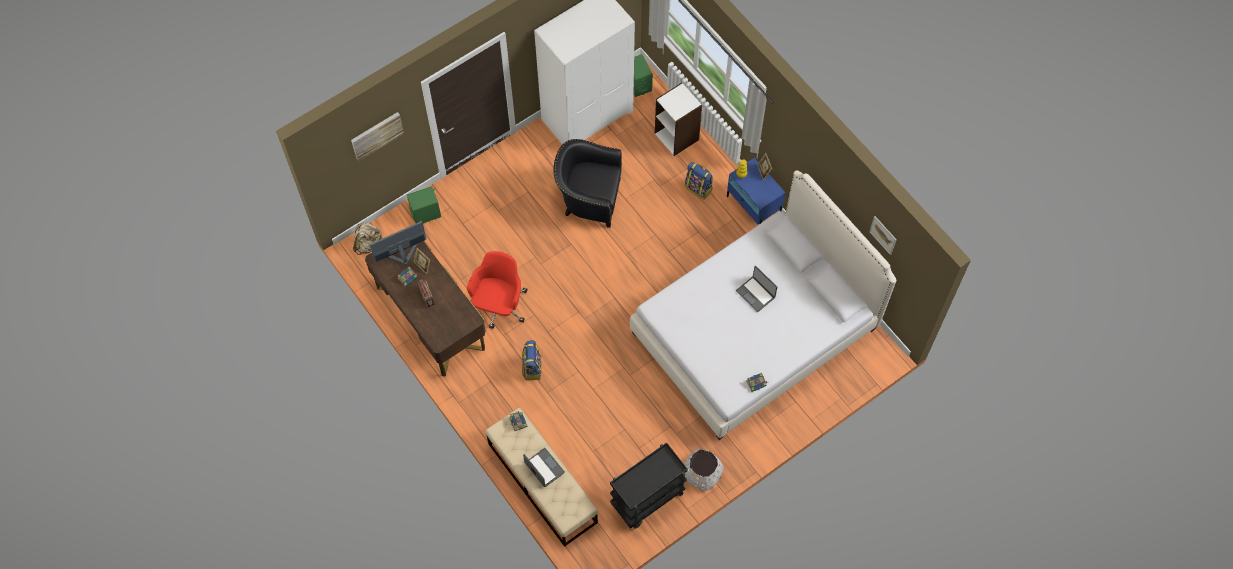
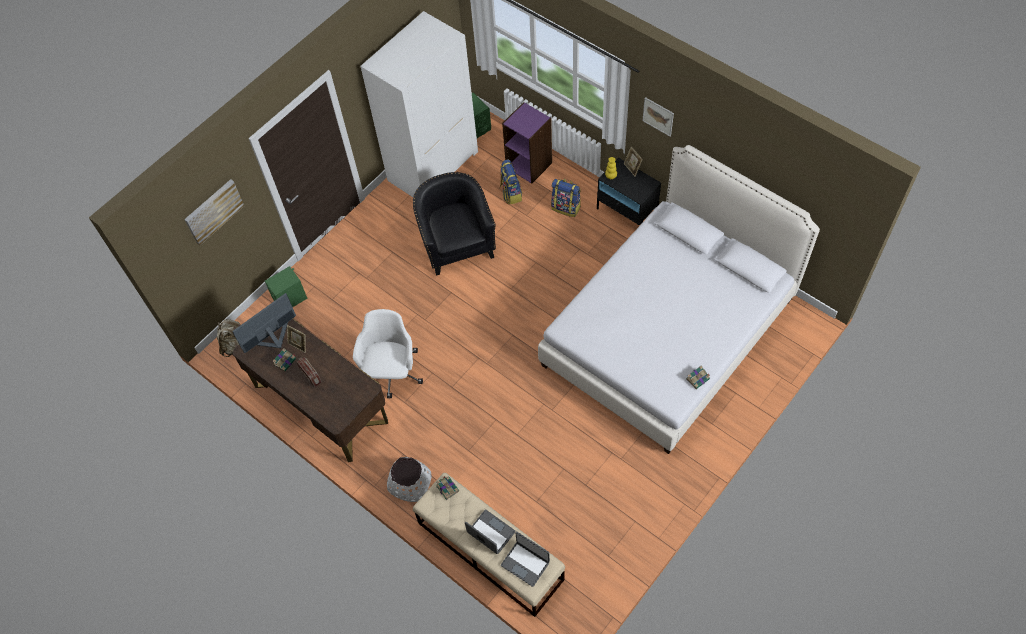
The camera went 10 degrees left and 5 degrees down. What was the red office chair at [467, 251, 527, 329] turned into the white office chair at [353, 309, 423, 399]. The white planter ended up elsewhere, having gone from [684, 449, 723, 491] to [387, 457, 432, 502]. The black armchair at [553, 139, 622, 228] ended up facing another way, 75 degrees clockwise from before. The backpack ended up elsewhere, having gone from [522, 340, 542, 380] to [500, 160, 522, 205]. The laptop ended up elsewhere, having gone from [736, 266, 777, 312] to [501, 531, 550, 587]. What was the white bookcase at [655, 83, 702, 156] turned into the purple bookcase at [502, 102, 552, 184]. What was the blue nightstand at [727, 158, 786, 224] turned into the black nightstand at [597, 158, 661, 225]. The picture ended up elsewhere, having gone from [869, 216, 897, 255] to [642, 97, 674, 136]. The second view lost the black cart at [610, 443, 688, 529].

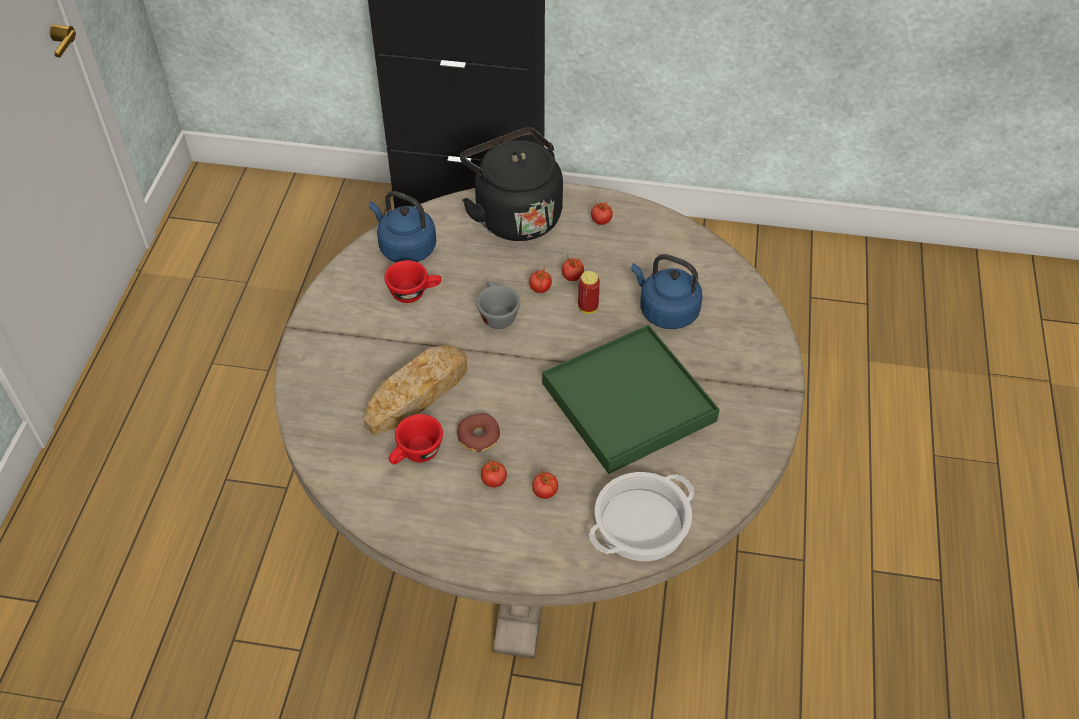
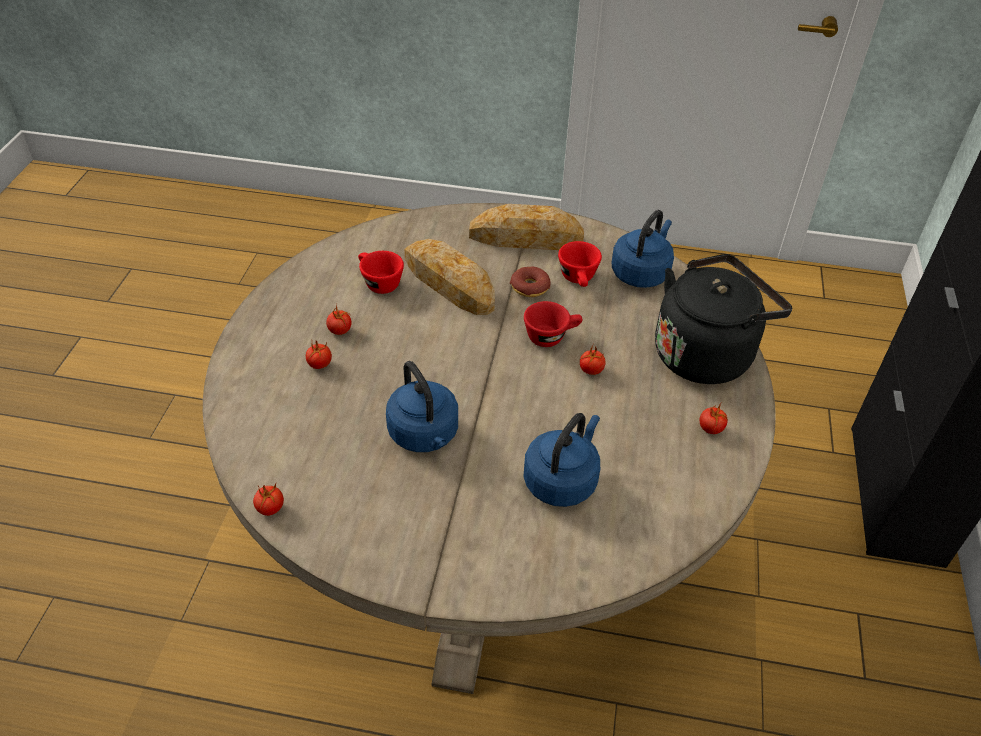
The camera went 90 degrees right and 5 degrees down. The tomato ended up elsewhere, having gone from [562, 255, 584, 281] to [253, 484, 284, 516]. Where the green tray stood at [543, 325, 720, 474], the blue kettle came to stand at [386, 361, 458, 452]. The second view gained the bread at [469, 204, 584, 250]. The donut ended up elsewhere, having gone from [457, 413, 500, 452] to [510, 267, 551, 297]. What was the grey cup at [476, 281, 520, 329] turned into the red cup at [524, 301, 582, 347]. The second view lost the can at [578, 271, 600, 314]. The second view lost the cooking pot at [589, 472, 694, 561].

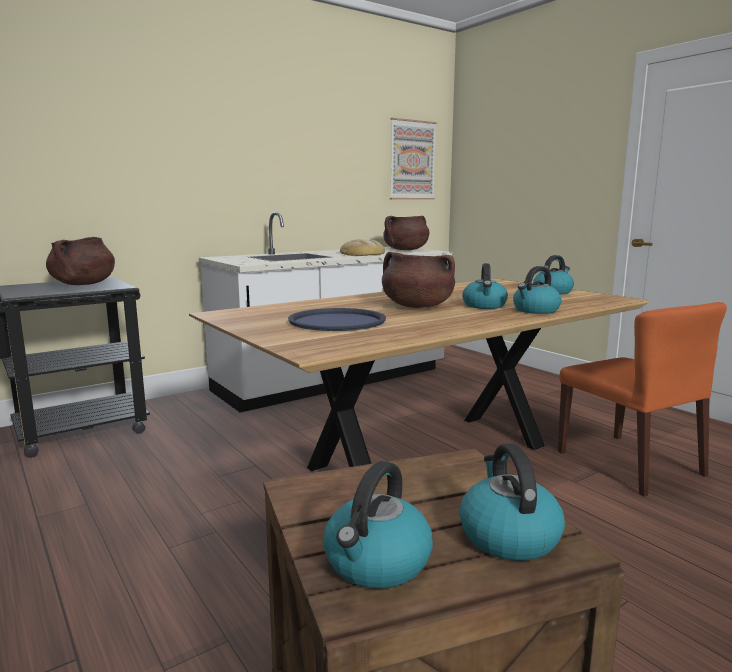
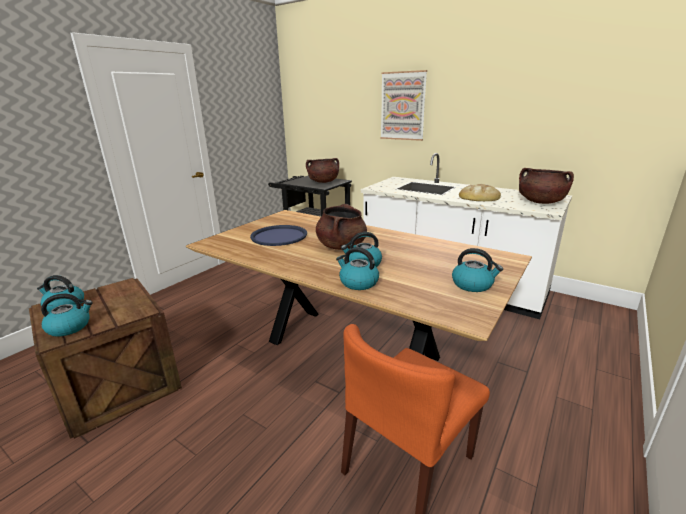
The camera went 70 degrees right and 10 degrees up. The picture ended up elsewhere, having gone from [390, 118, 437, 200] to [380, 70, 427, 141].

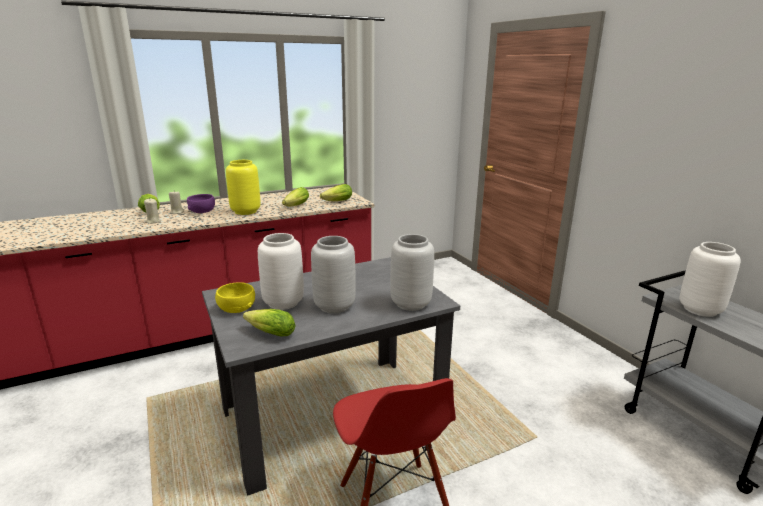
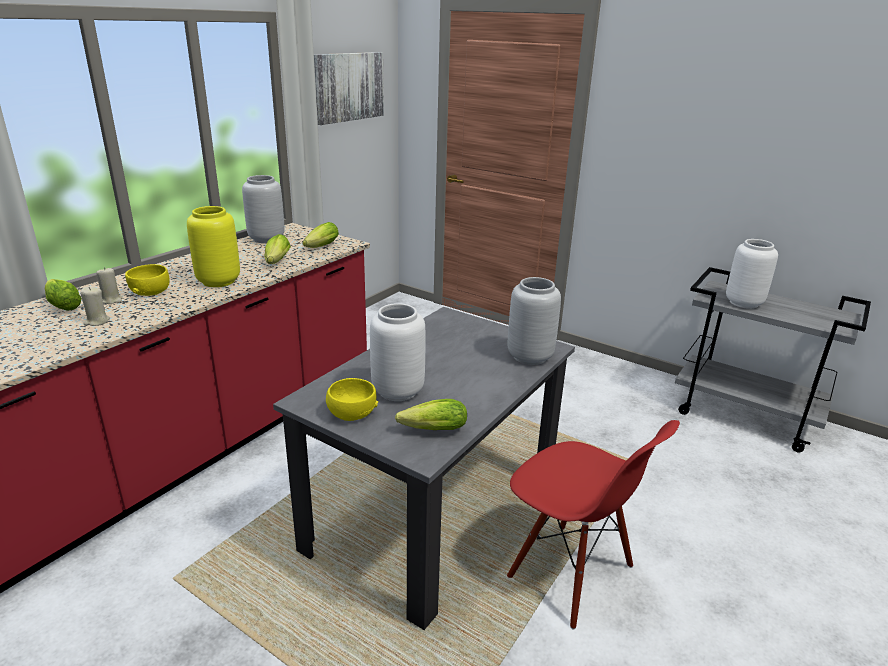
The camera went 30 degrees left and 5 degrees up. What was the purple bowl at [187, 194, 215, 213] turned into the yellow bowl at [125, 264, 170, 296]. The grey vase ended up elsewhere, having gone from [311, 236, 356, 314] to [242, 175, 285, 243]. The second view gained the picture at [314, 52, 384, 125].

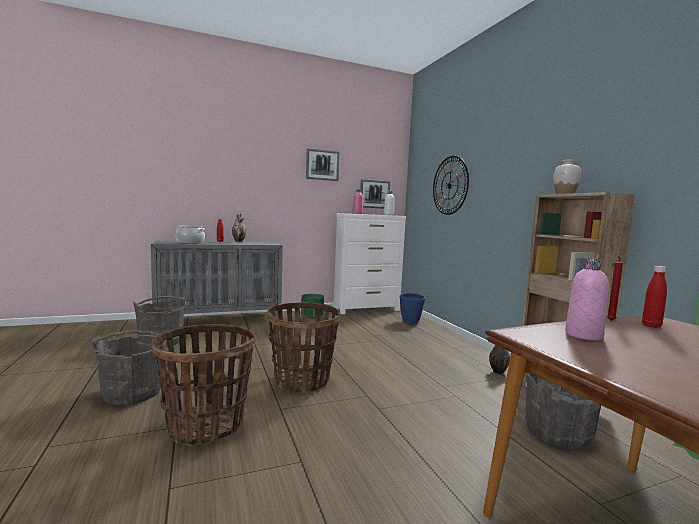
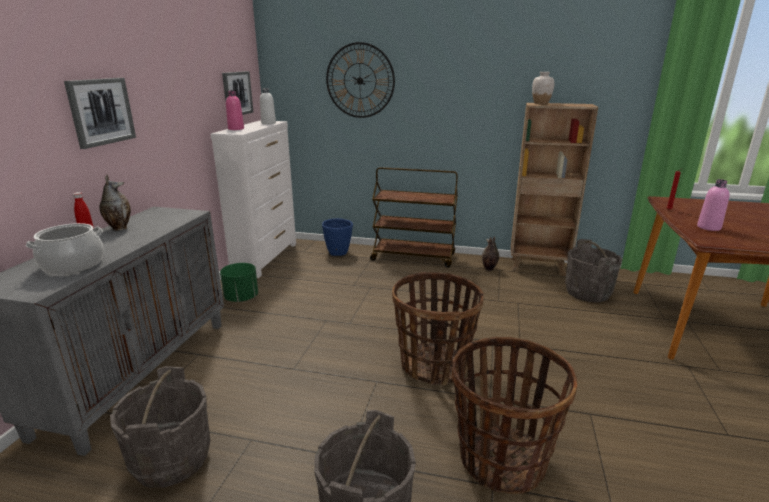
The camera went 55 degrees left and 15 degrees up. The picture ended up elsewhere, having gone from [306, 148, 339, 181] to [64, 78, 136, 149]. The second view gained the brown cart at [370, 167, 458, 268]. The second view lost the red bottle at [642, 266, 667, 328].

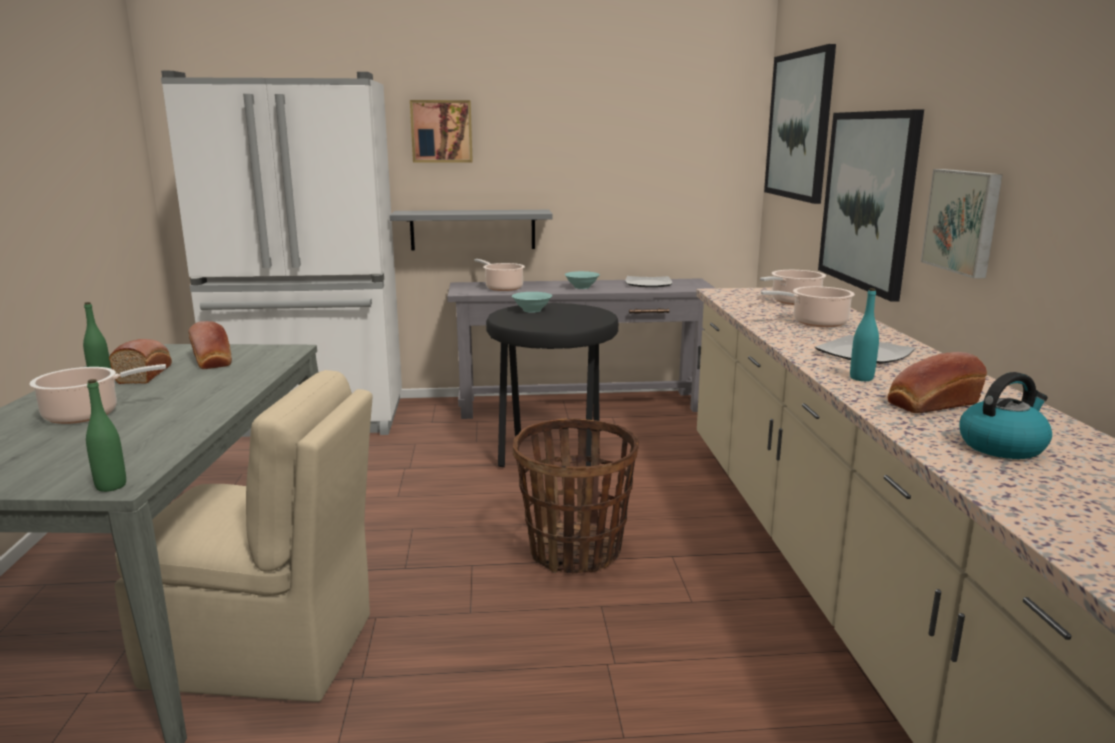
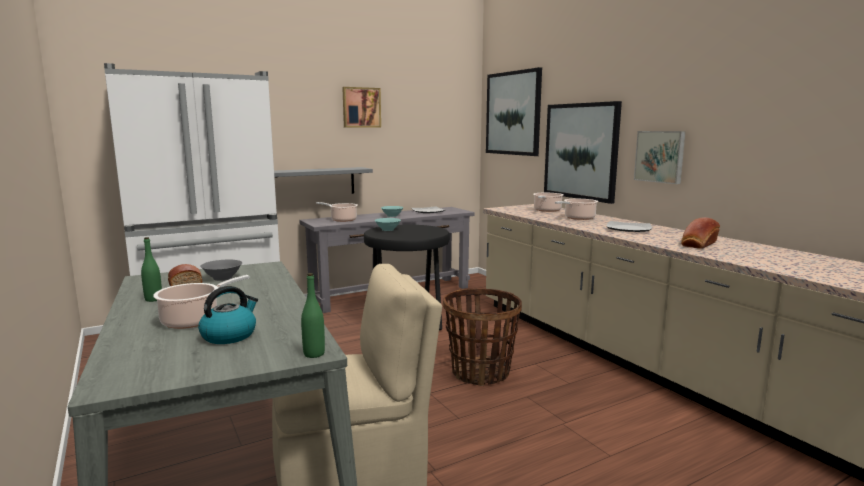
The camera went 25 degrees left and 5 degrees down. The kettle ended up elsewhere, having gone from [959, 372, 1052, 459] to [198, 286, 258, 344]. Where the bread stood at [188, 321, 232, 369], the grey bowl came to stand at [200, 260, 242, 281]. The picture ended up elsewhere, having gone from [410, 100, 473, 163] to [342, 87, 381, 127]. The second view lost the turquoise bottle at [850, 288, 879, 381].

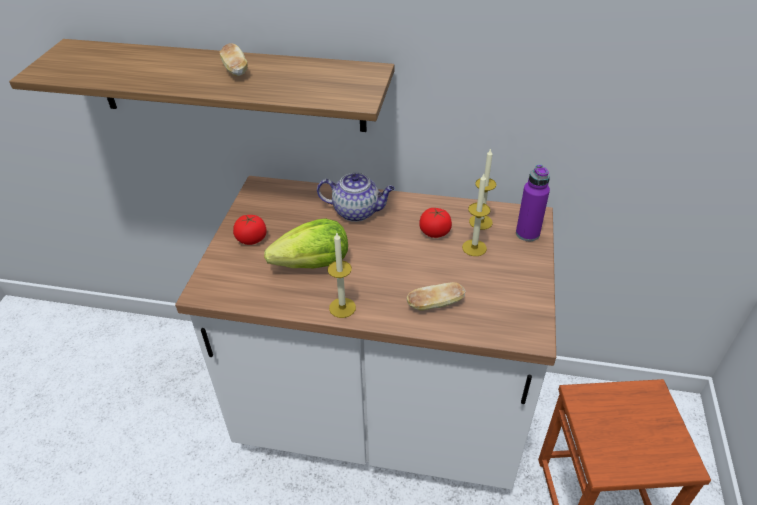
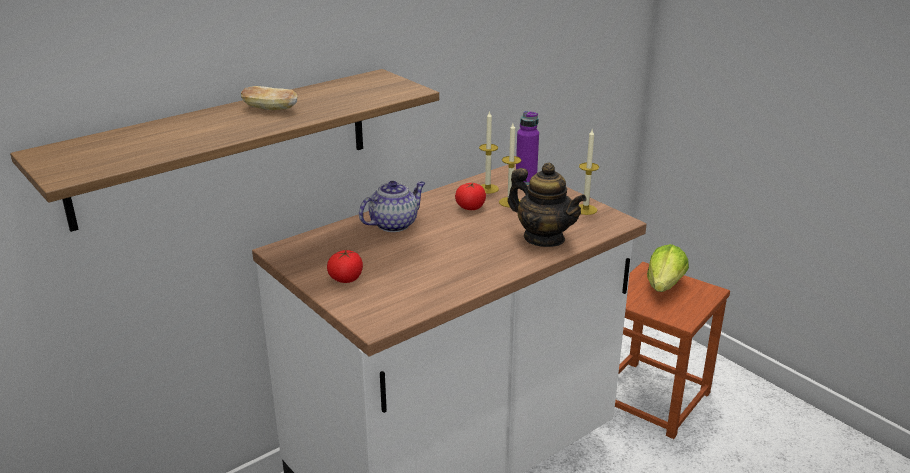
The camera went 50 degrees left and 15 degrees down. Where the bread stood at [407, 282, 466, 311], the teapot came to stand at [508, 163, 586, 247]. The candle ended up elsewhere, having gone from [328, 233, 356, 318] to [579, 129, 599, 215]. The lettuce ended up elsewhere, having gone from [264, 218, 348, 268] to [647, 244, 689, 292].

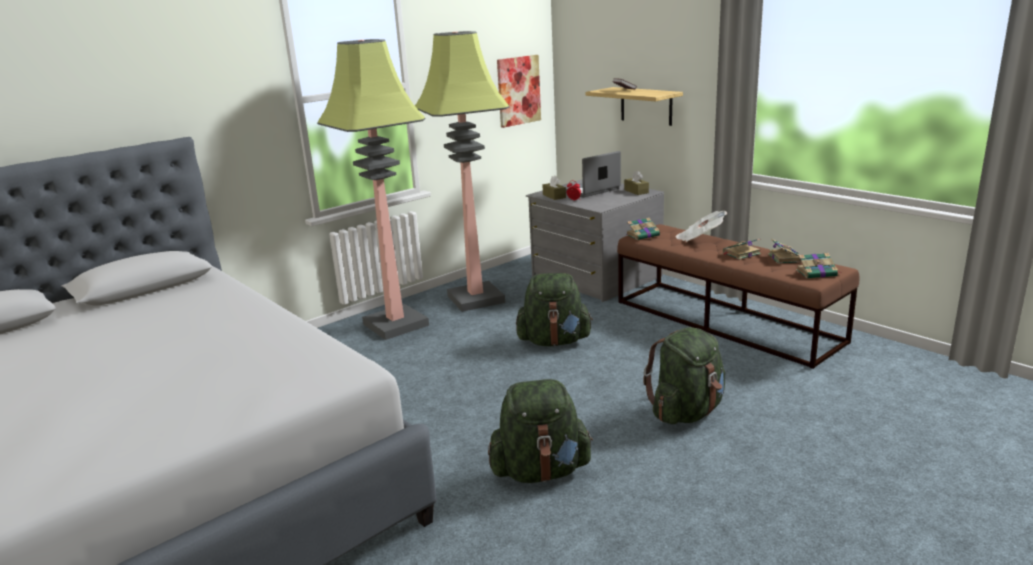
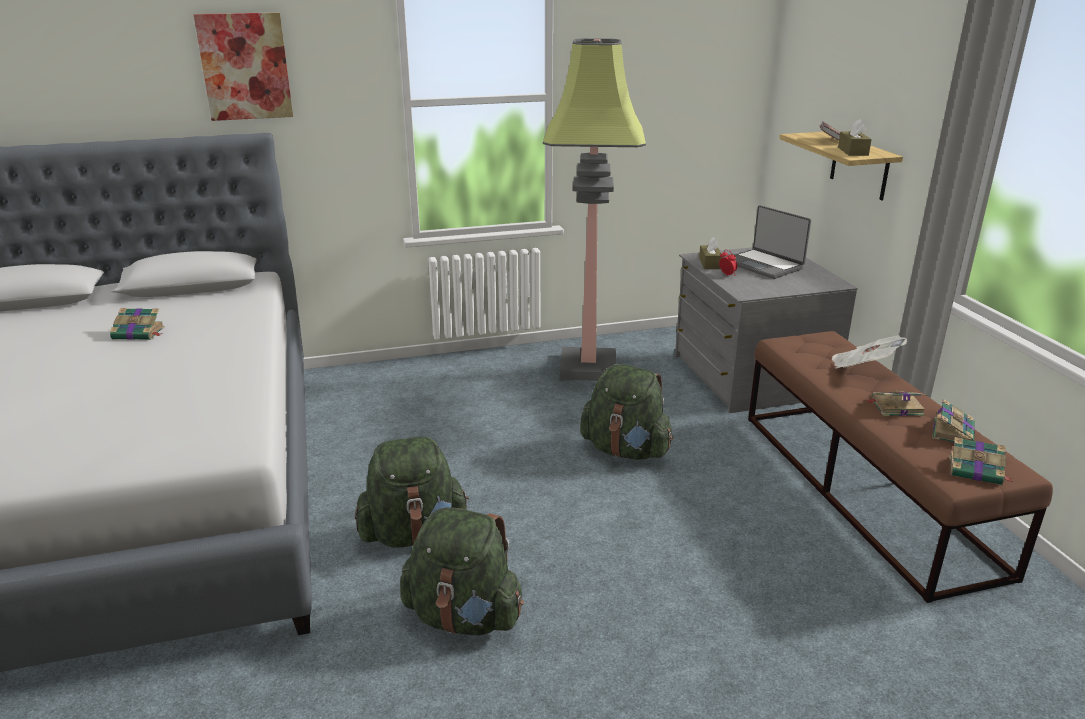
The camera went 25 degrees right and 5 degrees up. The book ended up elsewhere, having gone from [626, 218, 662, 240] to [110, 308, 165, 340]. The picture ended up elsewhere, having gone from [497, 55, 541, 128] to [194, 13, 293, 121]. The green backpack ended up elsewhere, having gone from [643, 327, 725, 424] to [355, 436, 469, 547]. The laptop at [566, 151, 621, 197] ended up facing another way, 120 degrees counterclockwise from before. The brown tissue box ended up elsewhere, having gone from [624, 171, 649, 195] to [838, 119, 872, 156]. The second view lost the floor lamp at [317, 39, 429, 340].

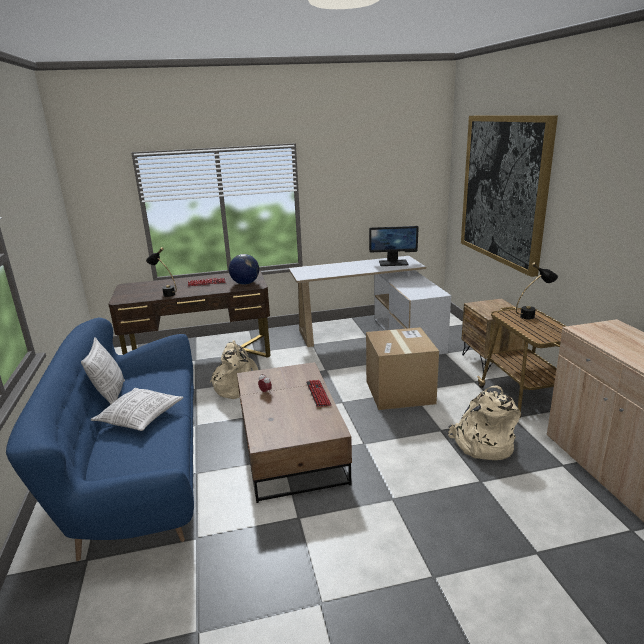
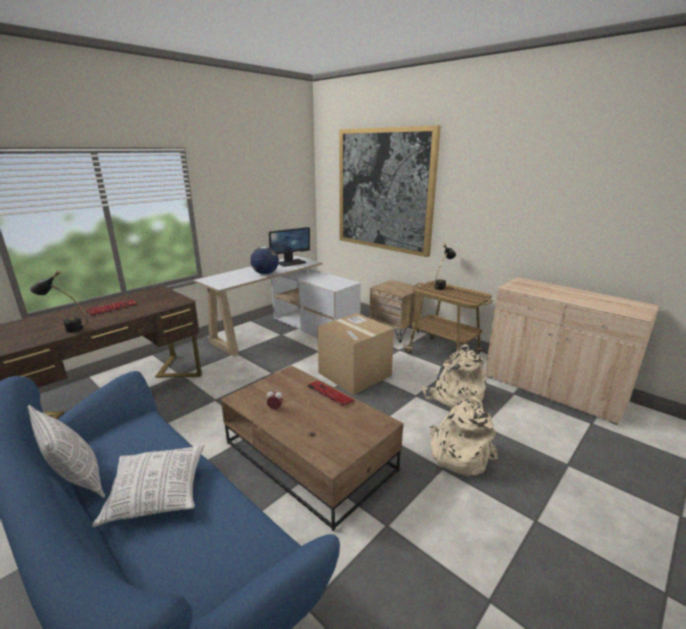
The camera went 35 degrees left and 0 degrees up. The globe ended up elsewhere, having gone from [229, 254, 259, 284] to [250, 246, 279, 275]. The beige backpack ended up elsewhere, having gone from [210, 340, 258, 399] to [430, 397, 498, 476].

